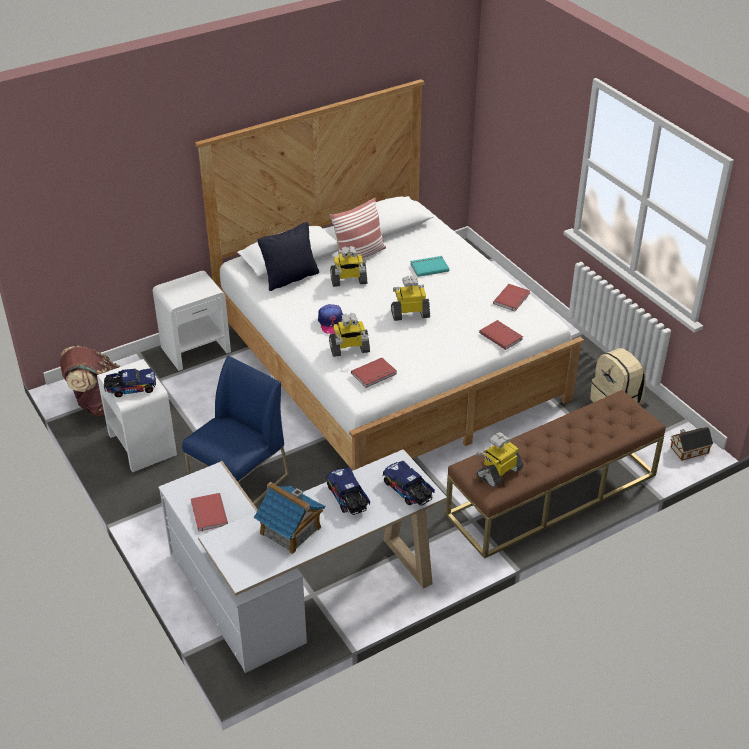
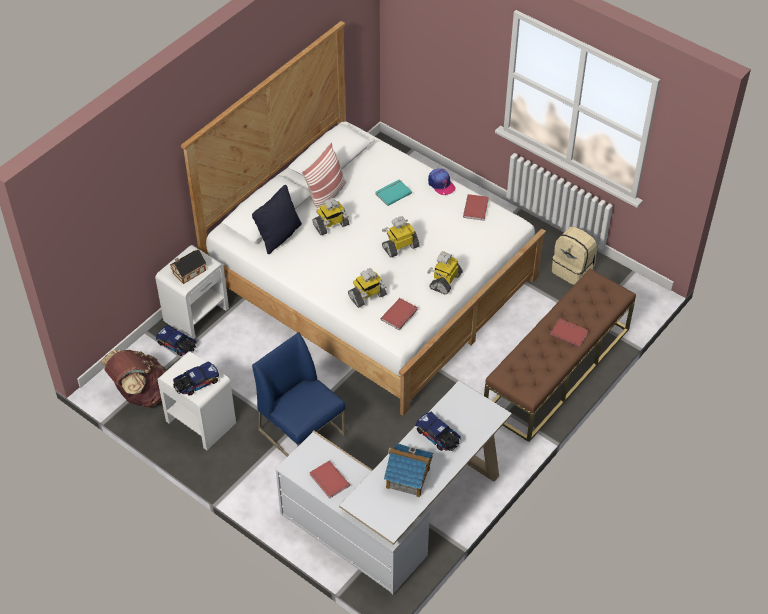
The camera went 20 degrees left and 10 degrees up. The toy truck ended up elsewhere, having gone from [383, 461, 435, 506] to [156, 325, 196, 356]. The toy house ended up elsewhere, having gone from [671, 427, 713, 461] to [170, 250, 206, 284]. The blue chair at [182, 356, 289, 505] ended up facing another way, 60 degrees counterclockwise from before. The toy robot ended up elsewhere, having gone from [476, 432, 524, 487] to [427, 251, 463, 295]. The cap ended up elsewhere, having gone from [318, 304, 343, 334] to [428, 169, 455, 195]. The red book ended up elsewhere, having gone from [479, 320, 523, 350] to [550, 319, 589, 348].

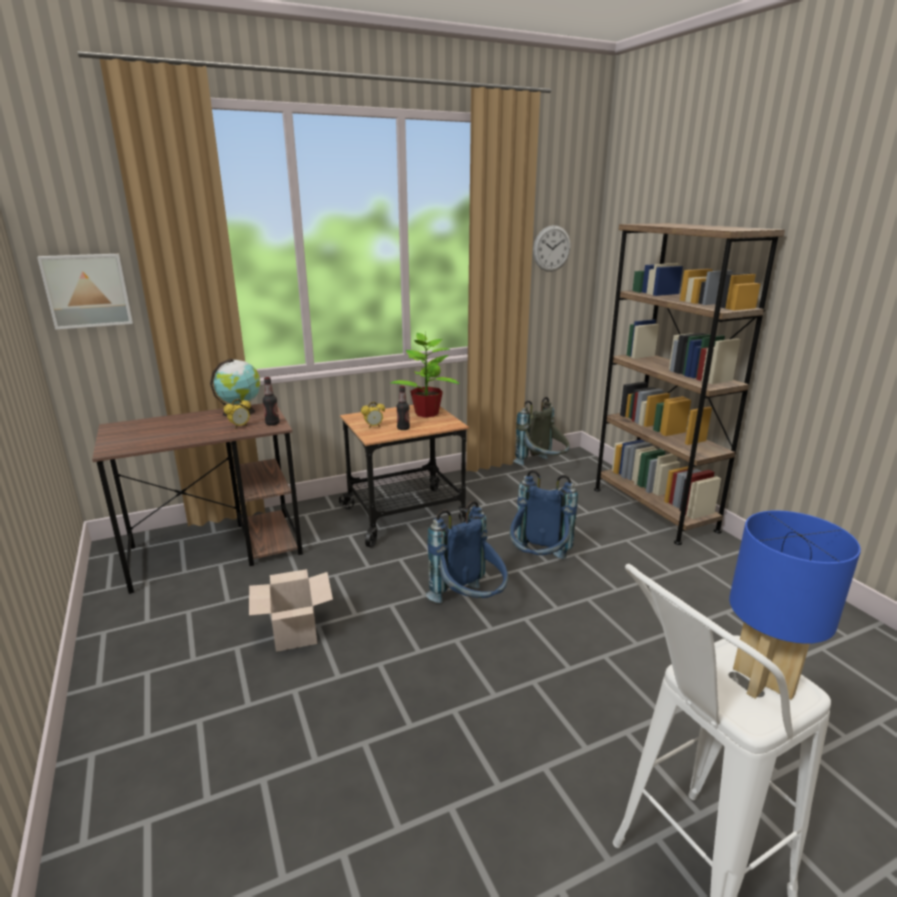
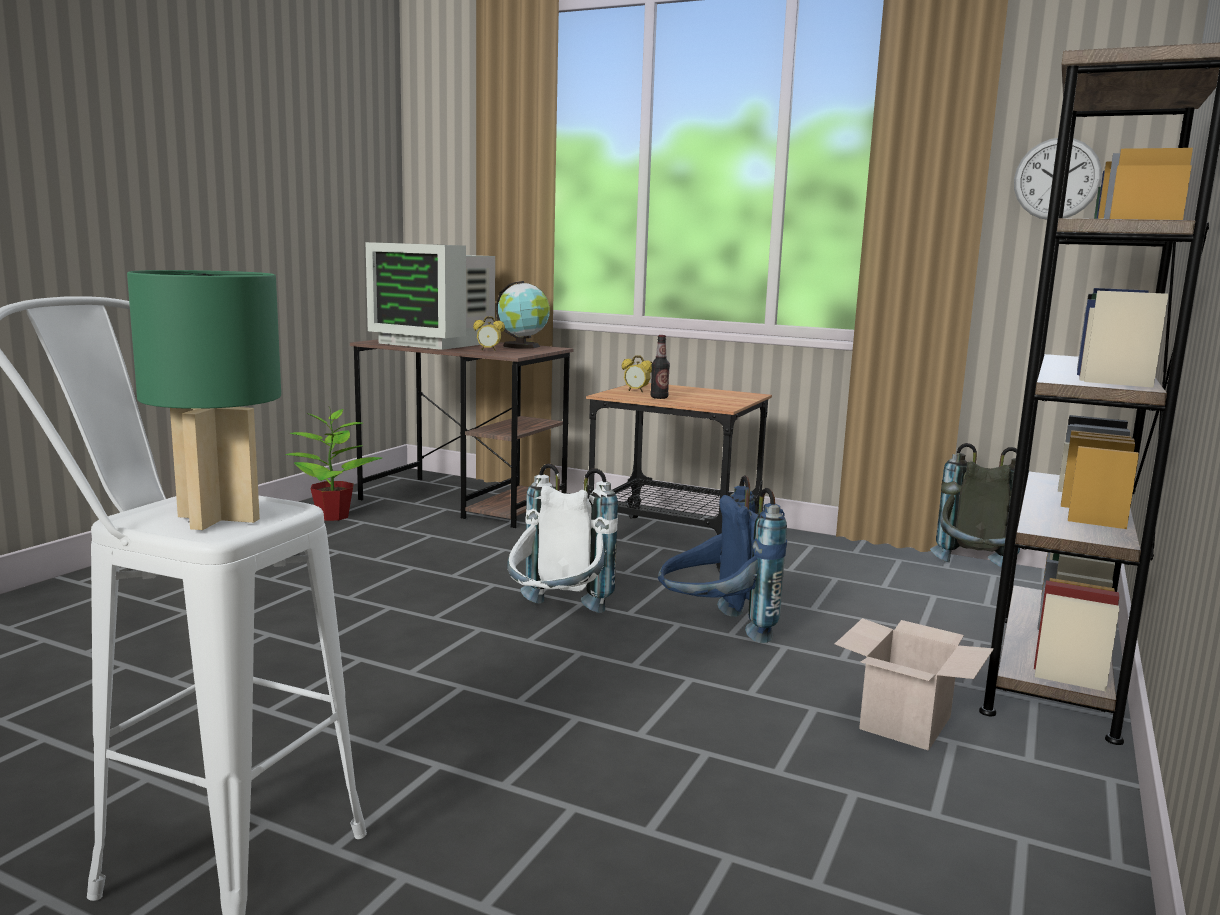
The camera went 50 degrees right and 10 degrees down. What was the blue table lamp at [729, 510, 861, 700] turned into the green table lamp at [127, 270, 281, 530]. The potted plant ended up elsewhere, having gone from [390, 331, 459, 417] to [285, 407, 382, 521]. The second view gained the monitor at [365, 242, 495, 350]. What was the blue backpack at [426, 501, 508, 603] turned into the white backpack at [507, 463, 618, 613]. The cardboard box ended up elsewhere, having gone from [249, 569, 333, 652] to [835, 618, 994, 751]. The second view lost the picture at [37, 254, 133, 330]. The second view lost the bottle at [263, 377, 279, 426].

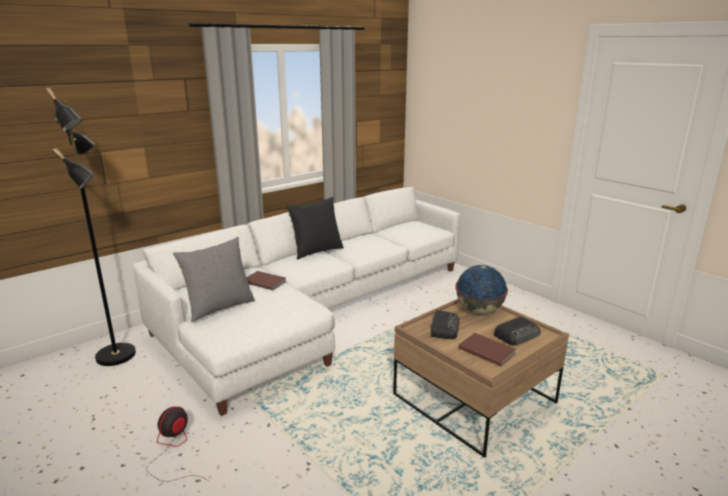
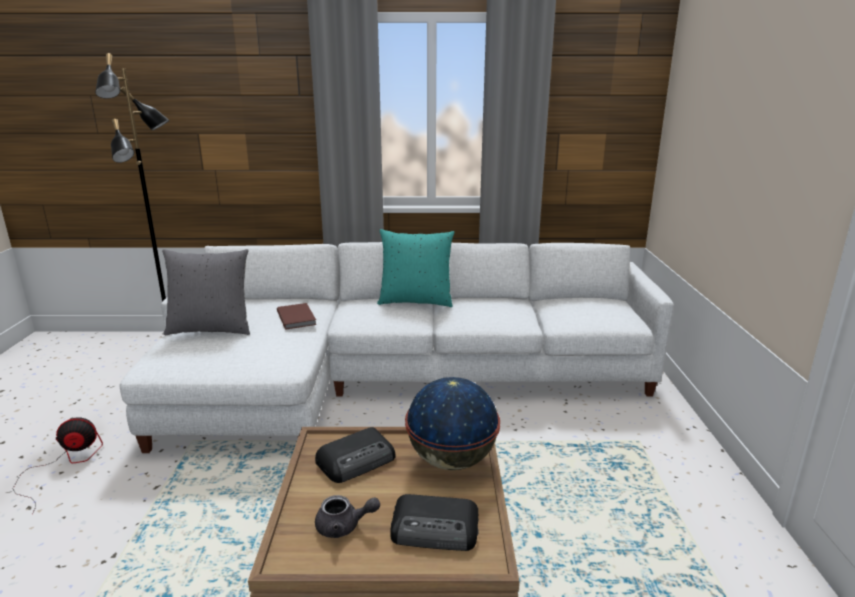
The camera went 40 degrees right and 0 degrees up. Where the brown book stood at [459, 333, 516, 366], the grey teapot came to stand at [315, 495, 380, 538]. What was the black pillow at [286, 197, 344, 259] turned into the turquoise pillow at [377, 229, 454, 307].

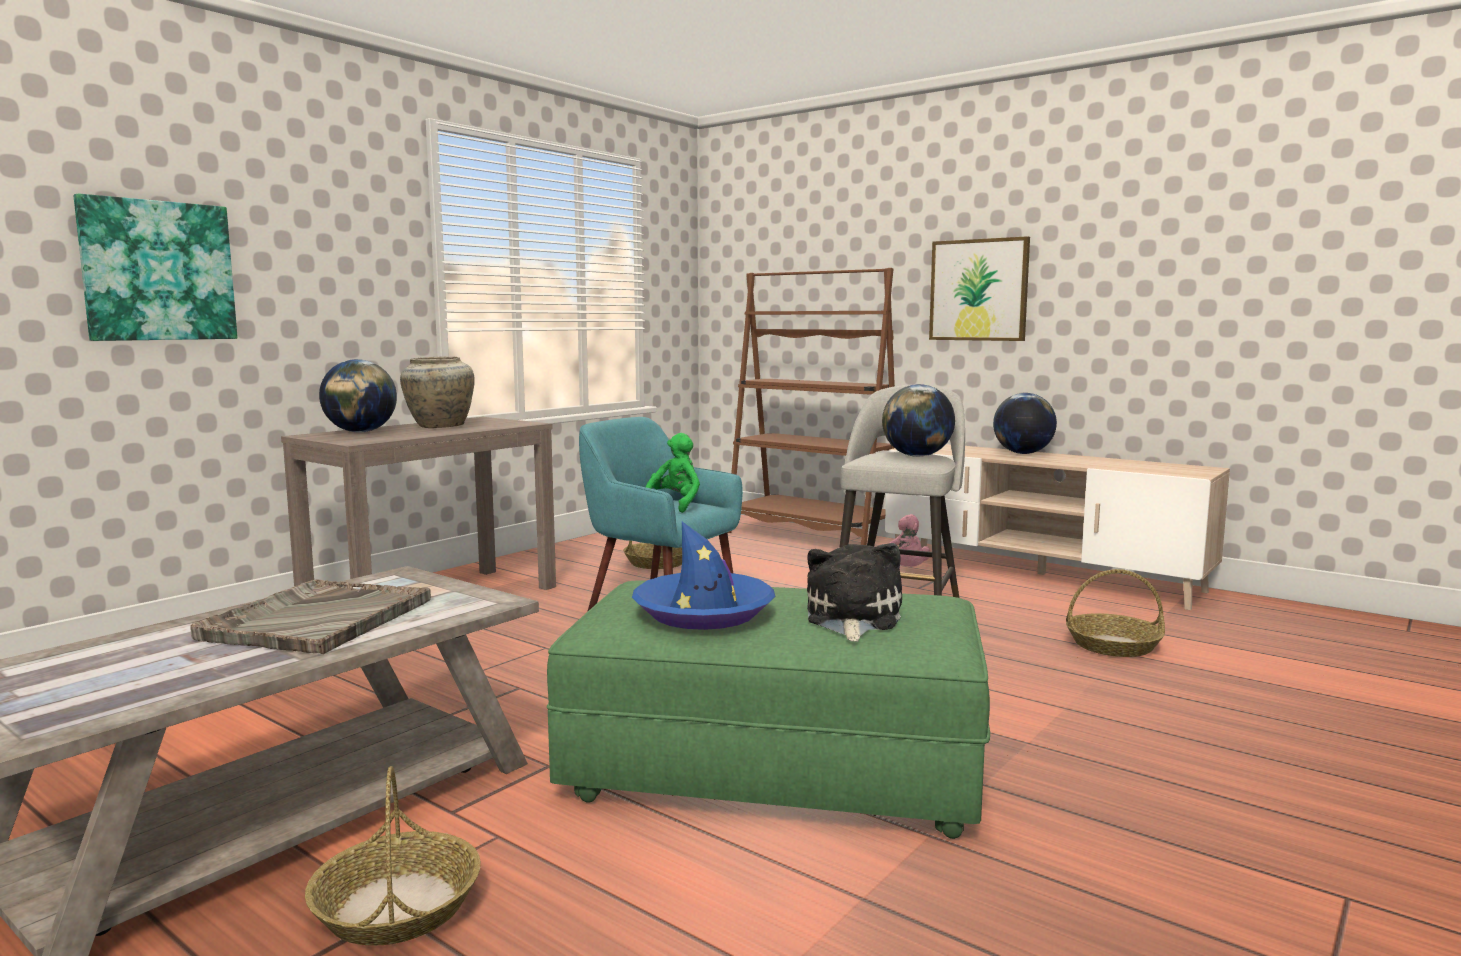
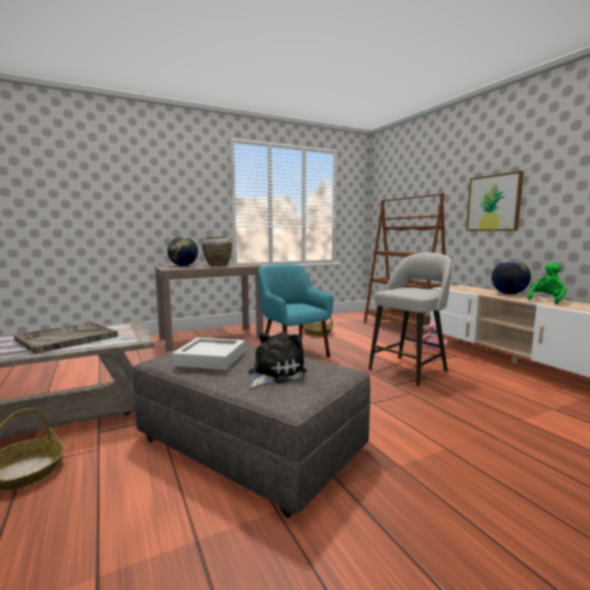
The camera went 25 degrees right and 0 degrees up. What was the green ottoman at [547, 580, 990, 839] turned into the grey ottoman at [132, 344, 371, 518]. Where the blue hat stood at [632, 522, 775, 630], the grey tray came to stand at [172, 338, 245, 370]. The green plush toy ended up elsewhere, having gone from [646, 433, 700, 513] to [527, 262, 567, 304]. The second view lost the picture at [74, 194, 238, 341]. The second view lost the globe at [882, 384, 955, 457]. The second view lost the basket at [1066, 569, 1165, 657].

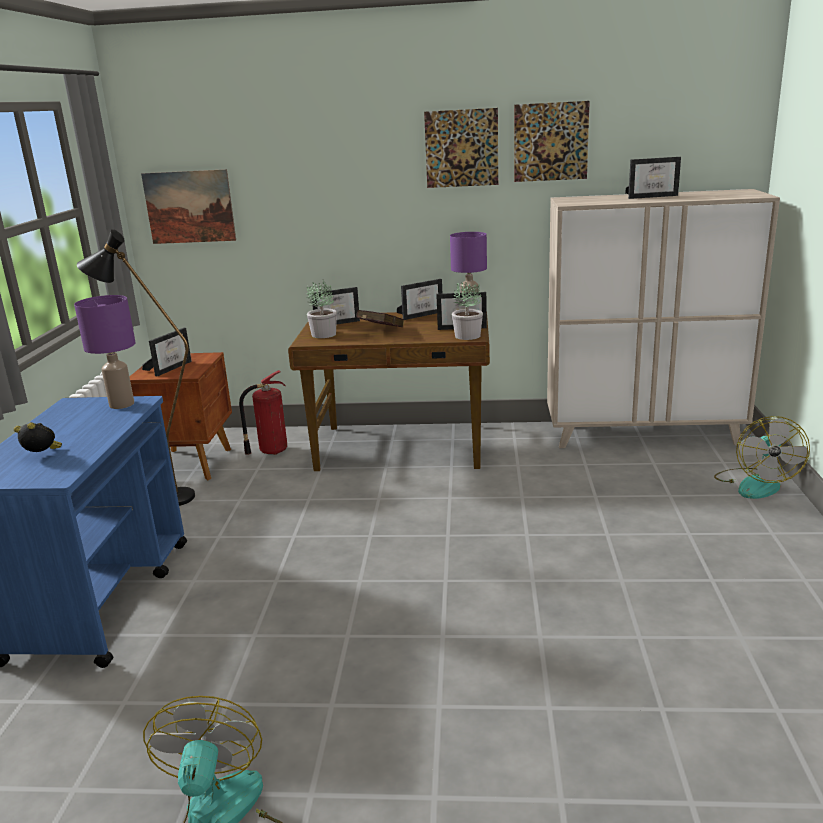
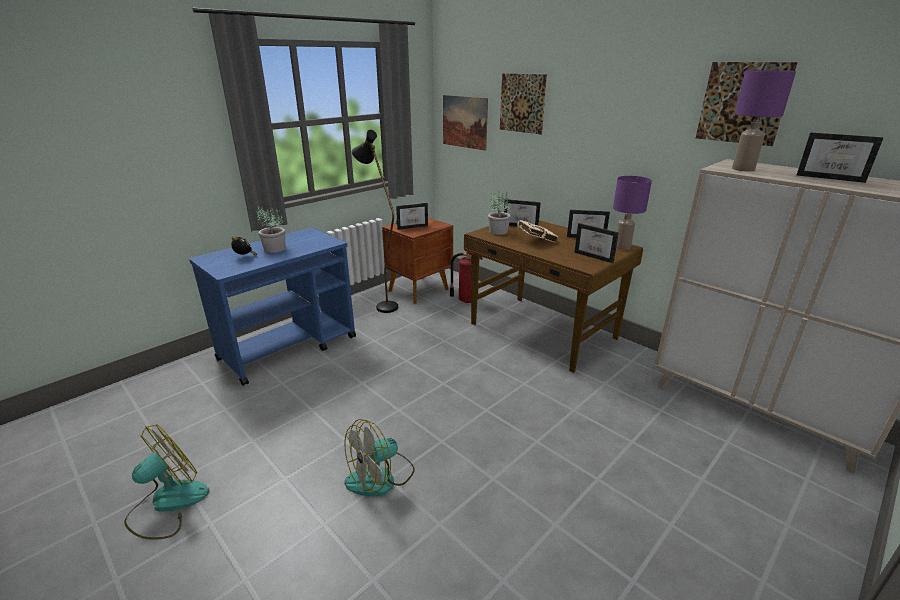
The camera went 40 degrees right and 5 degrees up. The potted plant ended up elsewhere, having gone from [452, 282, 483, 340] to [257, 205, 285, 253]. The fan ended up elsewhere, having gone from [714, 416, 810, 499] to [345, 419, 415, 497]. The picture ended up elsewhere, having gone from [424, 108, 498, 188] to [500, 73, 547, 135]. What was the red book at [356, 310, 404, 327] turned into the beige book at [516, 220, 558, 243]. The purple table lamp ended up elsewhere, having gone from [74, 295, 136, 409] to [732, 70, 796, 171].

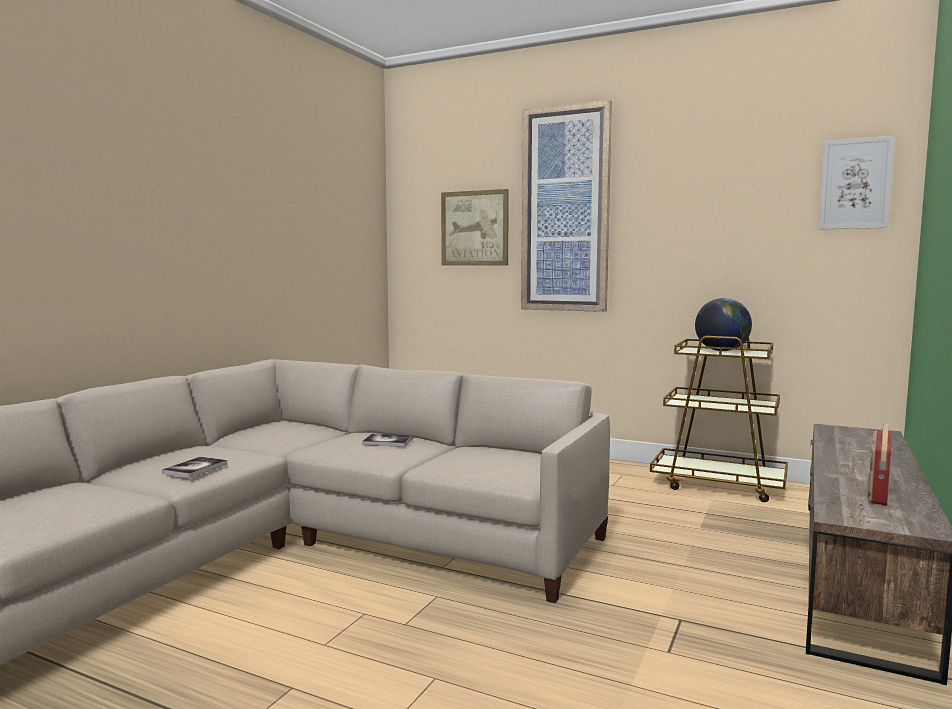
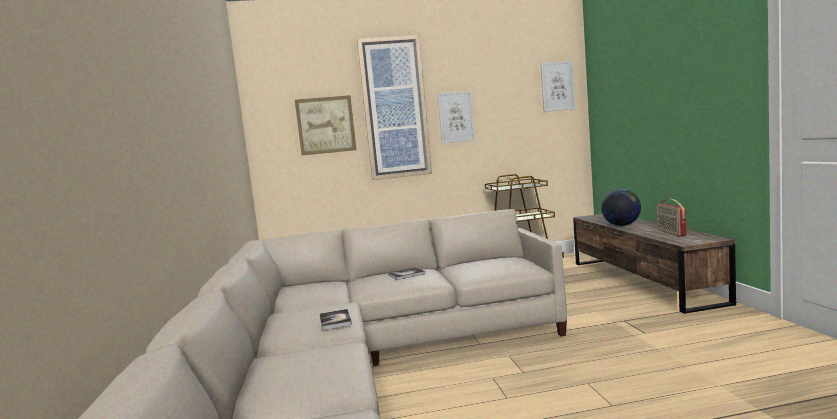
The camera went 35 degrees left and 0 degrees up. The second view gained the picture at [437, 91, 475, 144]. The globe ended up elsewhere, having gone from [695, 298, 752, 351] to [601, 189, 641, 226].

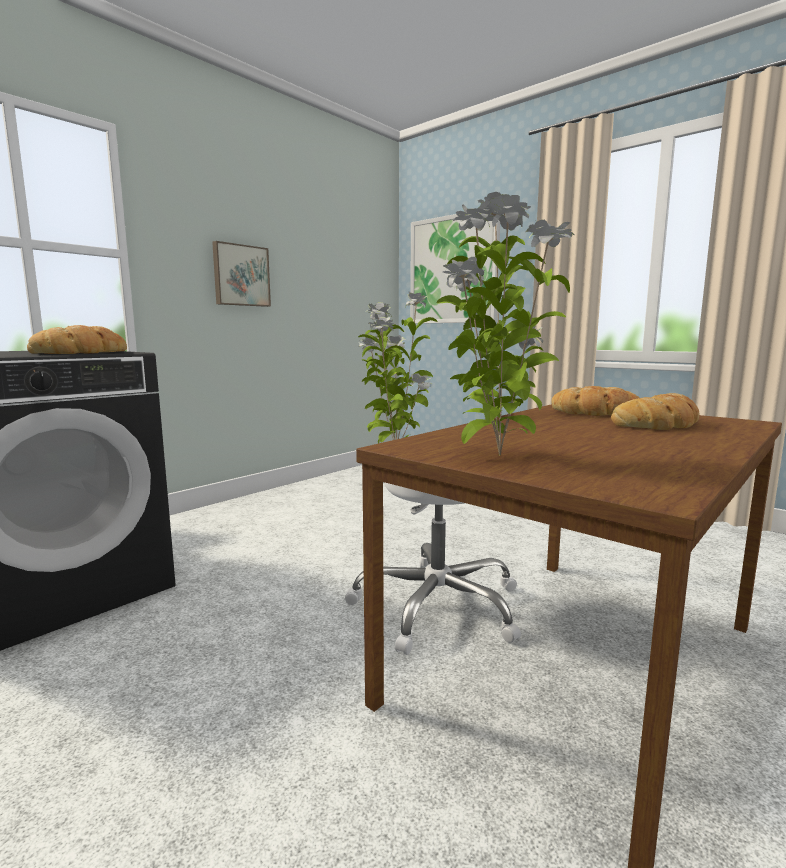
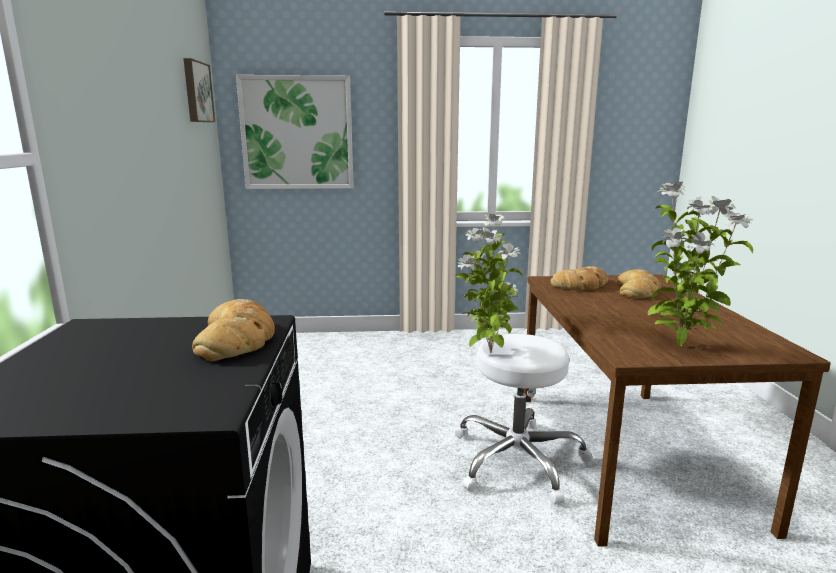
The camera went 45 degrees left and 5 degrees up. The picture ended up elsewhere, having gone from [212, 241, 271, 307] to [183, 58, 215, 122].

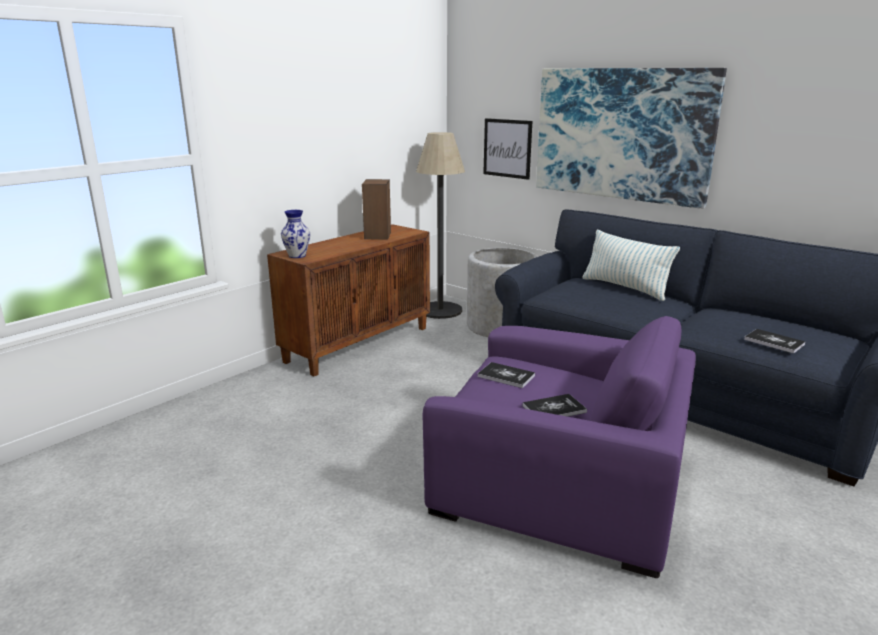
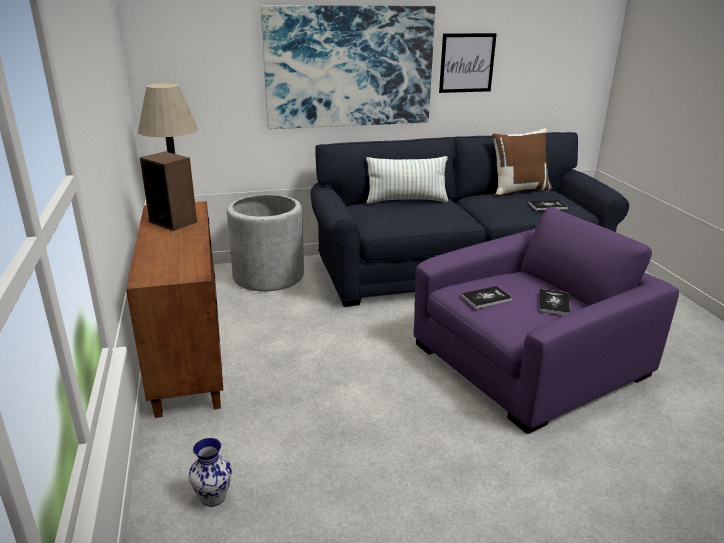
The camera went 55 degrees left and 5 degrees up. The vase ended up elsewhere, having gone from [281, 210, 310, 258] to [189, 438, 232, 507]. The picture ended up elsewhere, having gone from [483, 118, 532, 180] to [439, 33, 497, 93]. The second view gained the brown pillow at [492, 128, 553, 197].

